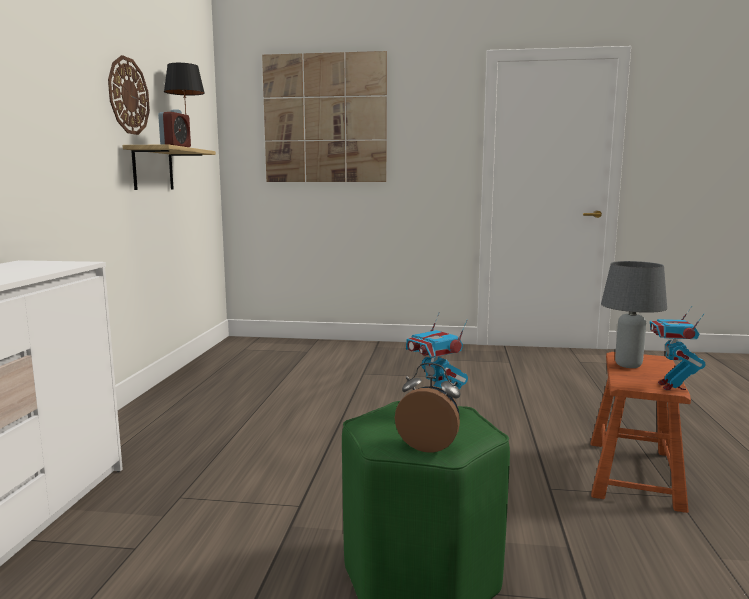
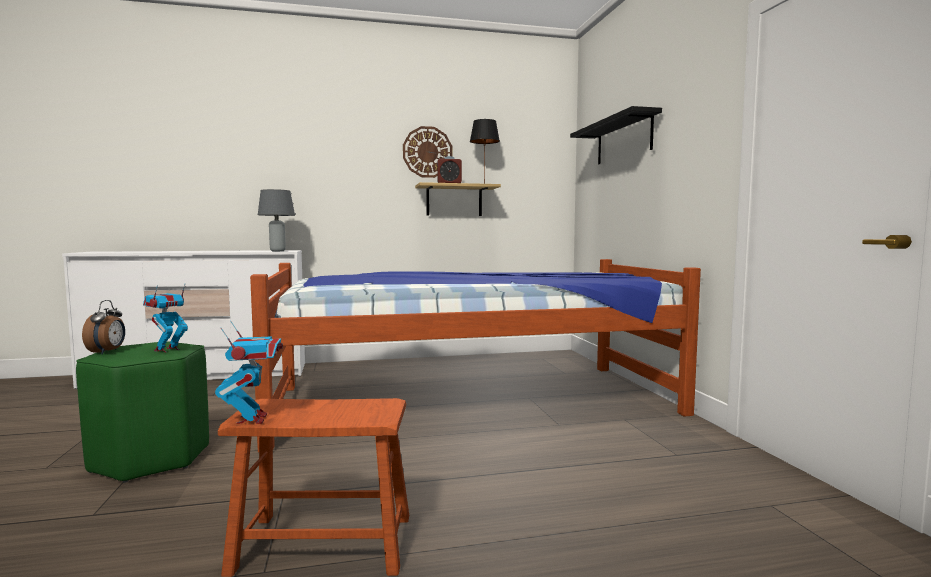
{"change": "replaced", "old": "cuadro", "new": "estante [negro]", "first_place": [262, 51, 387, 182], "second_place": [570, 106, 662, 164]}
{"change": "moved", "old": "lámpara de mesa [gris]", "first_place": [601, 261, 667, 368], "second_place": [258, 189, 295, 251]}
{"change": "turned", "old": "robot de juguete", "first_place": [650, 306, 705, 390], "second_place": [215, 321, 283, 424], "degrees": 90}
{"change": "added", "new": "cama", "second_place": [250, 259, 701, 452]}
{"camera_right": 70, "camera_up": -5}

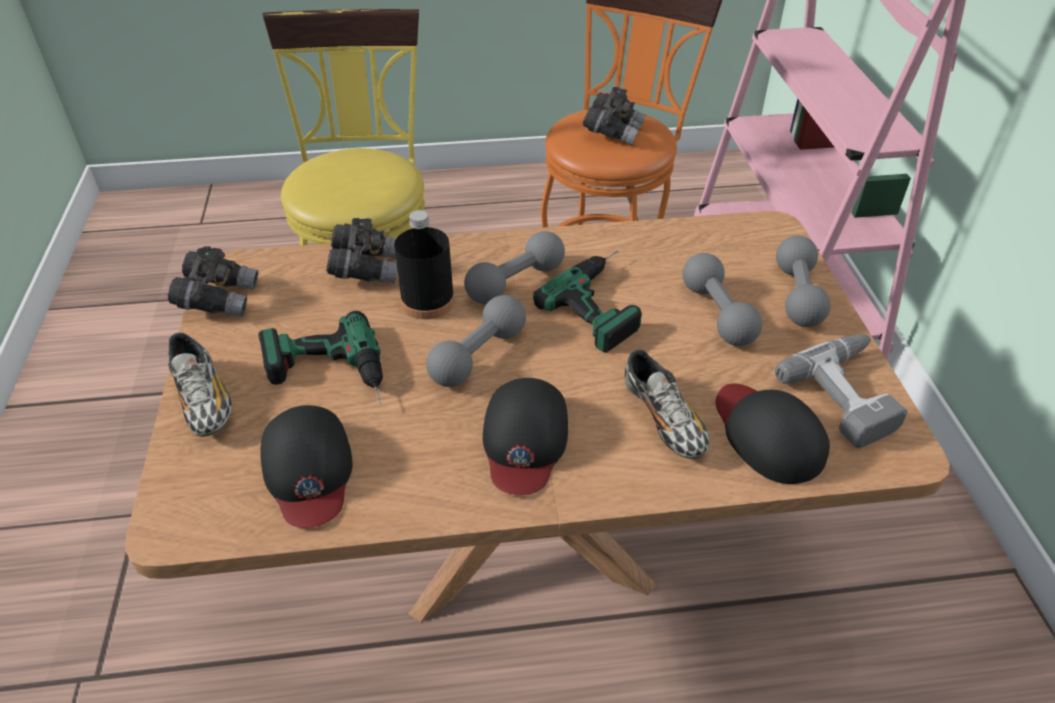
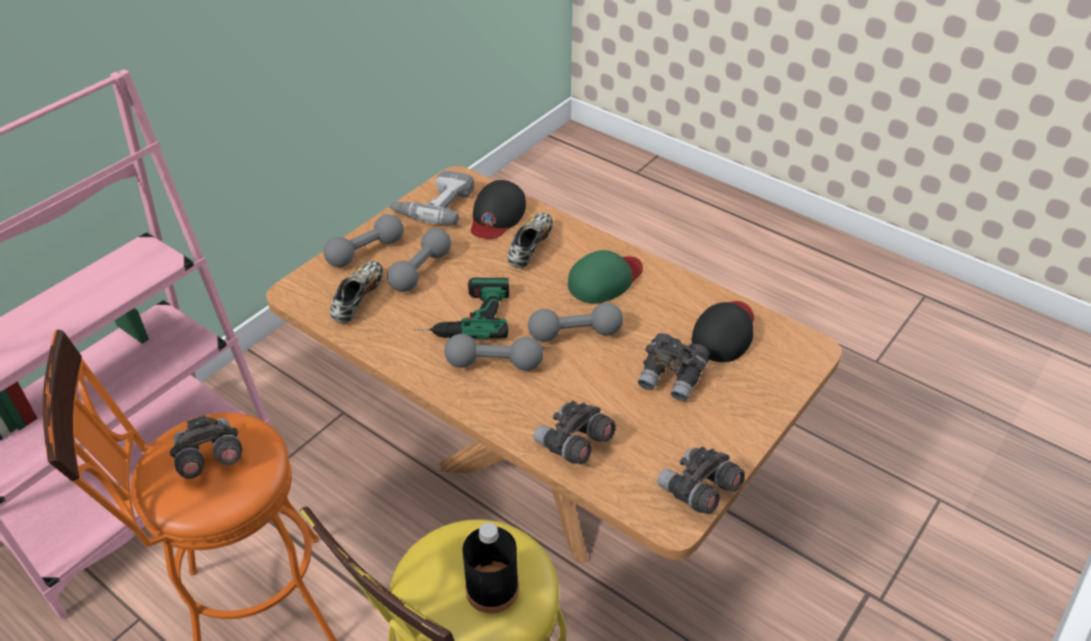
{"change": "moved", "old": "zapato", "first_place": [168, 332, 232, 437], "second_place": [330, 261, 383, 323]}
{"change": "replaced", "old": "taladro", "new": "prismáticos [gris]", "first_place": [258, 311, 383, 404], "second_place": [638, 333, 709, 401]}
{"change": "moved", "old": "botella [negro]", "first_place": [394, 210, 455, 319], "second_place": [462, 522, 519, 613]}
{"change": "recoloured", "old": "gorra [negro]", "new": "gorra [verde]", "first_place": [483, 378, 568, 495], "second_place": [568, 250, 643, 304]}
{"camera_right": -135, "camera_up": 0}

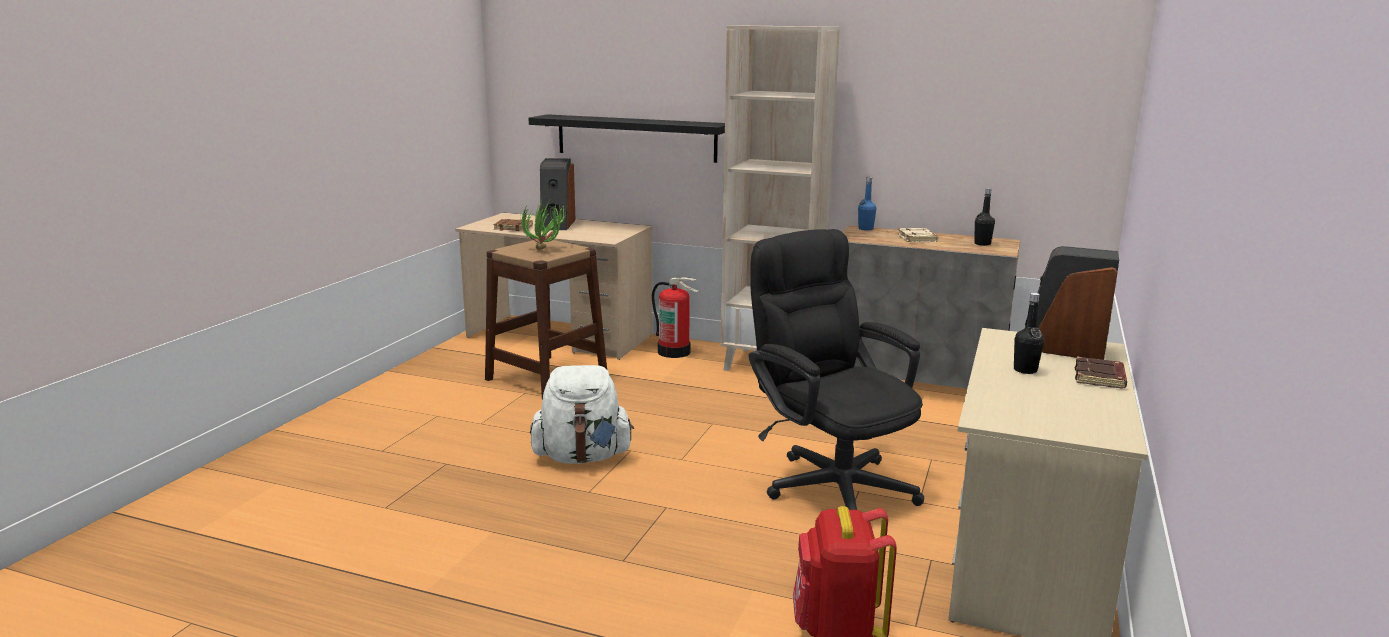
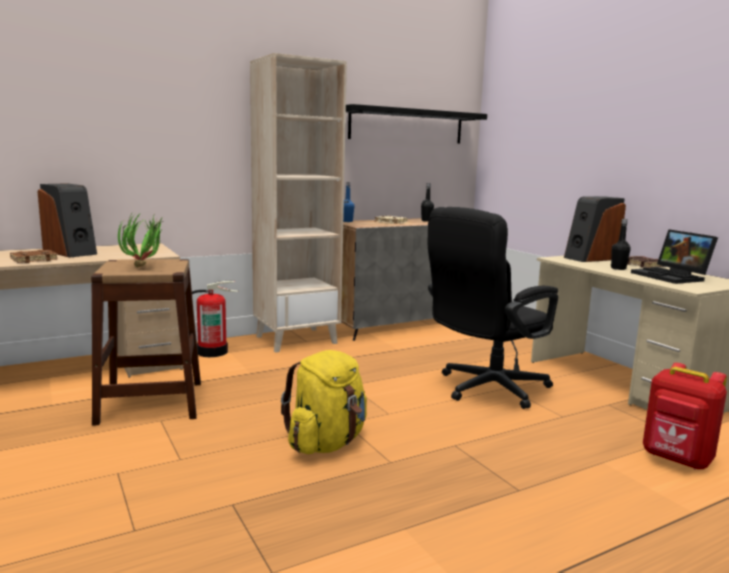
{"change": "moved", "old": "estante [negro]", "first_place": [528, 114, 725, 163], "second_place": [346, 104, 487, 144]}
{"change": "recoloured", "old": "mochila [blanco]", "new": "mochila [amarillo]", "first_place": [530, 365, 634, 464], "second_place": [281, 350, 367, 454]}
{"change": "turned", "old": "silla de oficina [negro]", "first_place": [748, 229, 924, 510], "second_place": [428, 207, 558, 409], "degrees": -45}
{"change": "added", "new": "portátil", "second_place": [631, 229, 718, 284]}
{"camera_right": -50, "camera_up": -5}

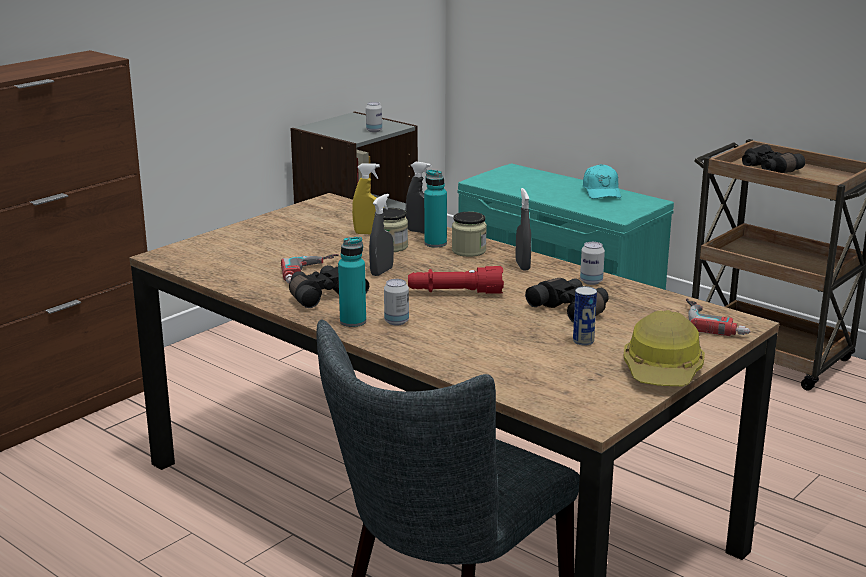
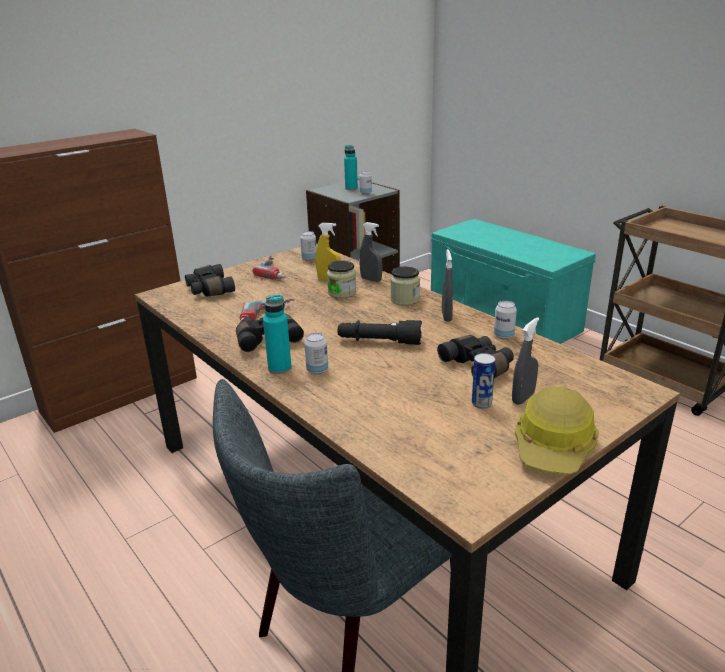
{"change": "moved", "old": "pulverizador [gris]", "first_place": [369, 194, 394, 276], "second_place": [512, 317, 540, 405]}
{"change": "recoloured", "old": "linterna [rojo]", "new": "linterna [negro]", "first_place": [408, 266, 504, 294], "second_place": [338, 320, 422, 345]}
{"change": "moved", "old": "botella [turquesa]", "first_place": [424, 170, 447, 248], "second_place": [344, 145, 358, 190]}
{"change": "removed", "old": "gorra [turquesa]", "first_place": [583, 164, 621, 199]}
{"change": "moved", "old": "taladro", "first_place": [686, 298, 751, 336], "second_place": [253, 256, 286, 280]}
{"change": "moved", "old": "prismáticos [negro]", "first_place": [742, 144, 805, 173], "second_place": [185, 264, 235, 296]}
{"change": "added", "new": "lata", "second_place": [300, 231, 317, 261]}
{"camera_right": 10, "camera_up": 5}

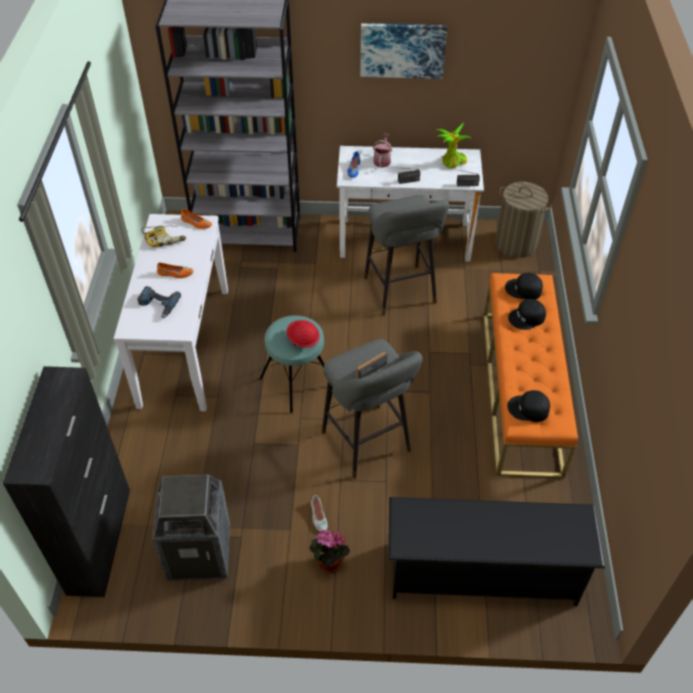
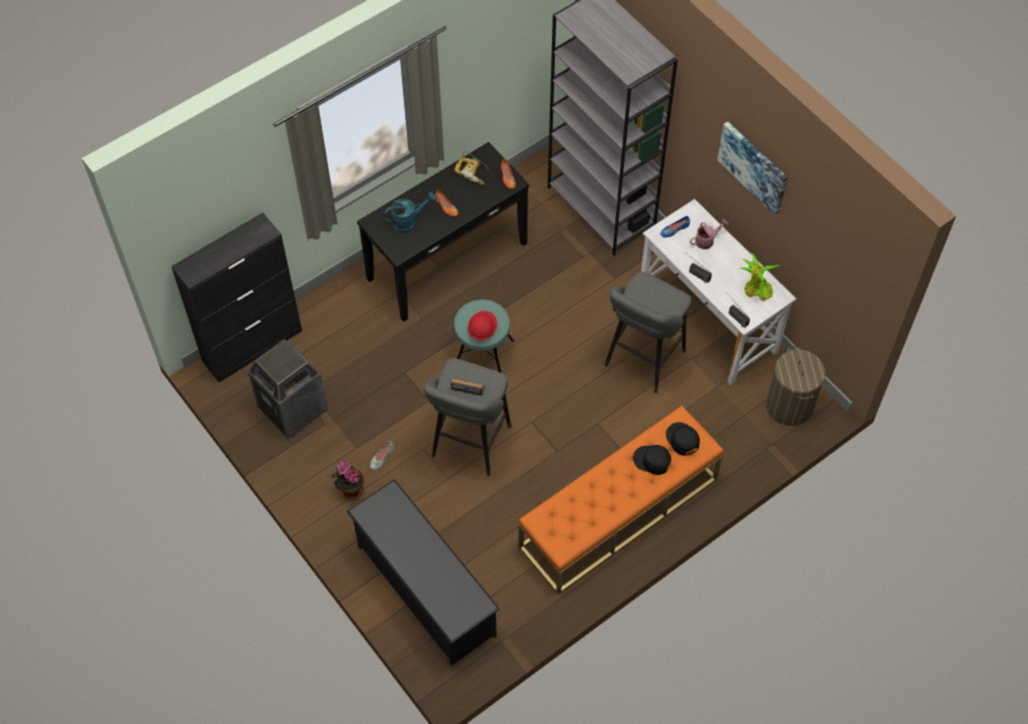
{"change": "recoloured", "old": "mesa consola [blanco]", "new": "mesa consola [negro]", "first_place": [113, 214, 228, 411], "second_place": [357, 142, 529, 322]}
{"change": "replaced", "old": "taladro", "new": "regadera [turquesa]", "first_place": [137, 286, 181, 319], "second_place": [384, 192, 437, 233]}
{"change": "removed", "old": "gorra [negro]", "first_place": [507, 390, 550, 422]}
{"camera_right": 50, "camera_up": 10}

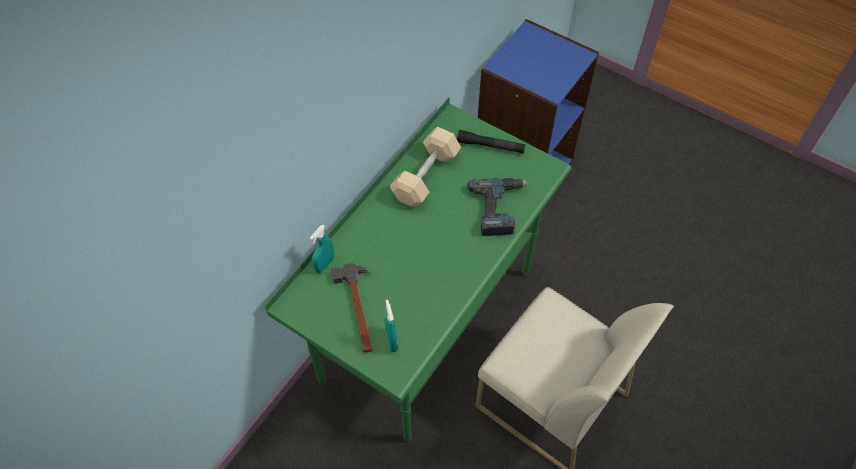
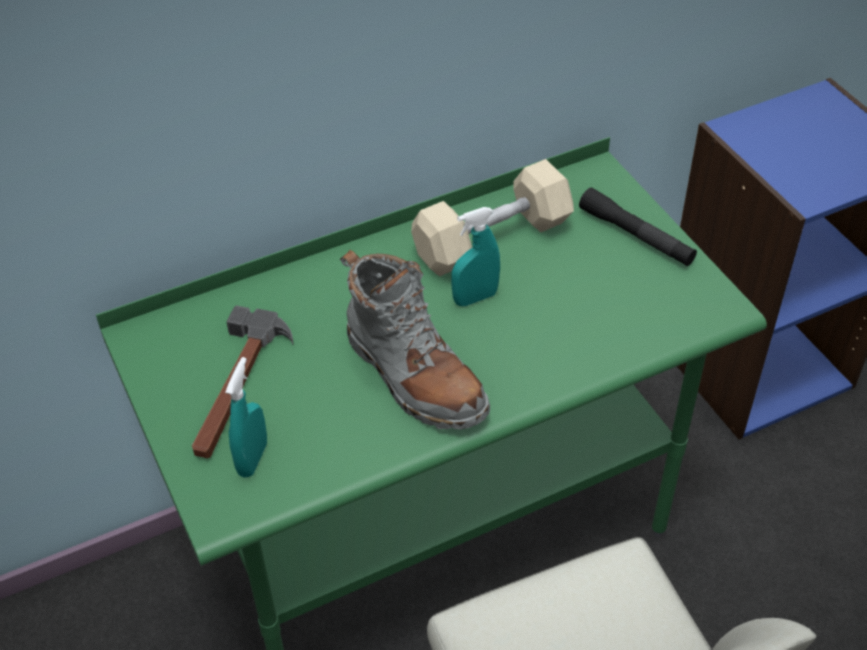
{"change": "moved", "old": "pulverizador [turquesa]", "first_place": [310, 225, 334, 273], "second_place": [451, 207, 500, 306]}
{"change": "removed", "old": "taladro", "first_place": [467, 178, 529, 236]}
{"change": "added", "new": "bota [gris]", "second_place": [340, 250, 490, 430]}
{"camera_right": 30, "camera_up": -10}

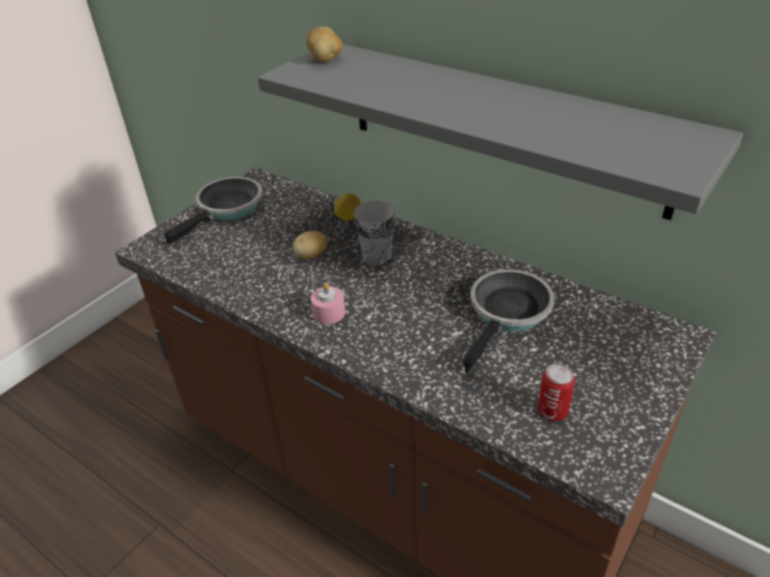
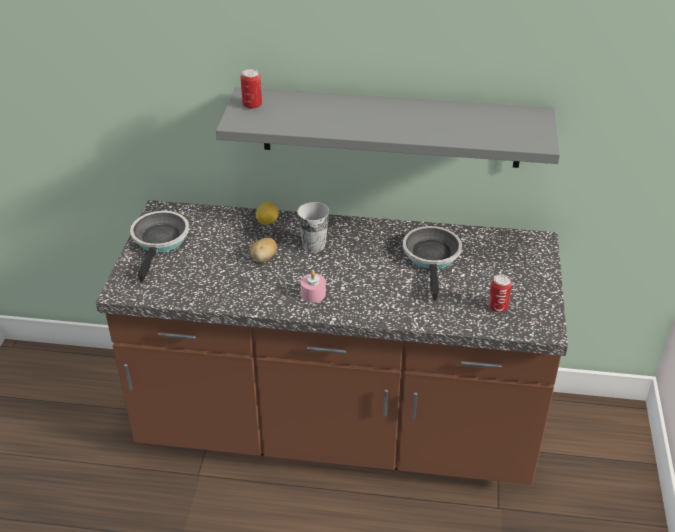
{"change": "replaced", "old": "patata", "new": "lata", "first_place": [306, 27, 343, 62], "second_place": [241, 69, 262, 109]}
{"camera_right": -30, "camera_up": 0}

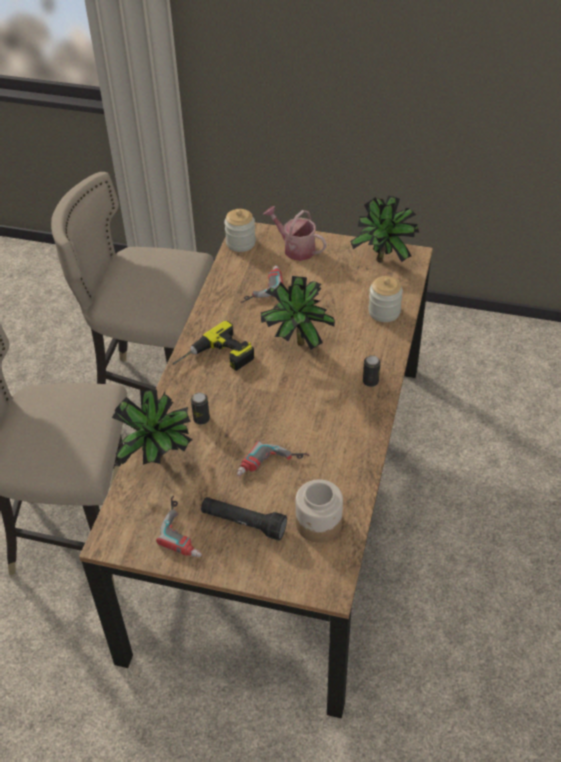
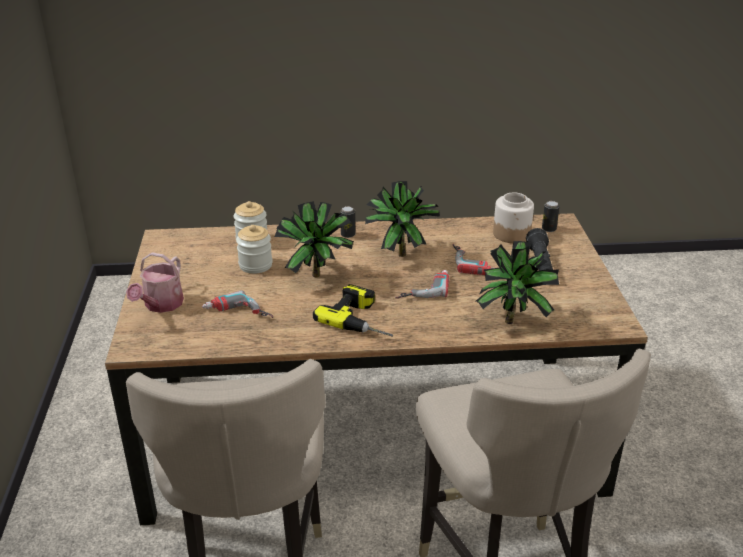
{"change": "moved", "old": "taladro", "first_place": [156, 495, 202, 558], "second_place": [395, 270, 449, 298]}
{"change": "moved", "old": "lata", "first_place": [191, 393, 210, 425], "second_place": [542, 201, 560, 232]}
{"change": "moved", "old": "tarro", "first_place": [224, 209, 256, 252], "second_place": [236, 225, 273, 274]}
{"change": "moved", "old": "planta en maceta", "first_place": [350, 195, 419, 262], "second_place": [365, 181, 440, 257]}
{"camera_right": -110, "camera_up": -15}

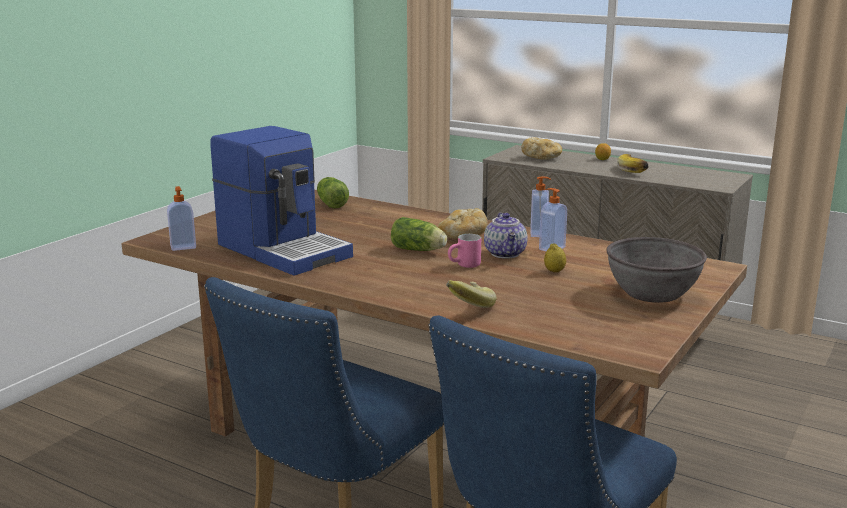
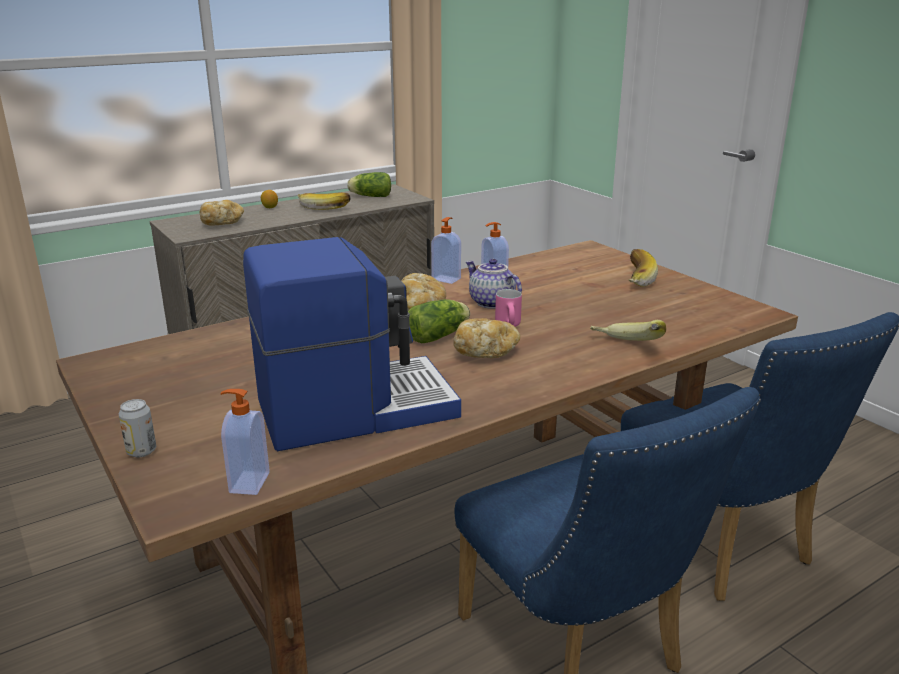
{"change": "moved", "old": "lechuga", "first_place": [317, 177, 349, 209], "second_place": [347, 172, 391, 197]}
{"change": "turned", "old": "tetera", "first_place": [484, 213, 527, 258], "second_place": [466, 259, 522, 309], "degrees": -150}
{"change": "removed", "old": "limón", "first_place": [544, 243, 566, 273]}
{"change": "replaced", "old": "cuenco [gris]", "new": "plátano", "first_place": [606, 237, 707, 303], "second_place": [628, 249, 658, 287]}
{"change": "added", "new": "lata", "second_place": [119, 399, 156, 457]}
{"change": "added", "new": "pan", "second_place": [453, 318, 520, 358]}
{"camera_right": -65, "camera_up": 5}

